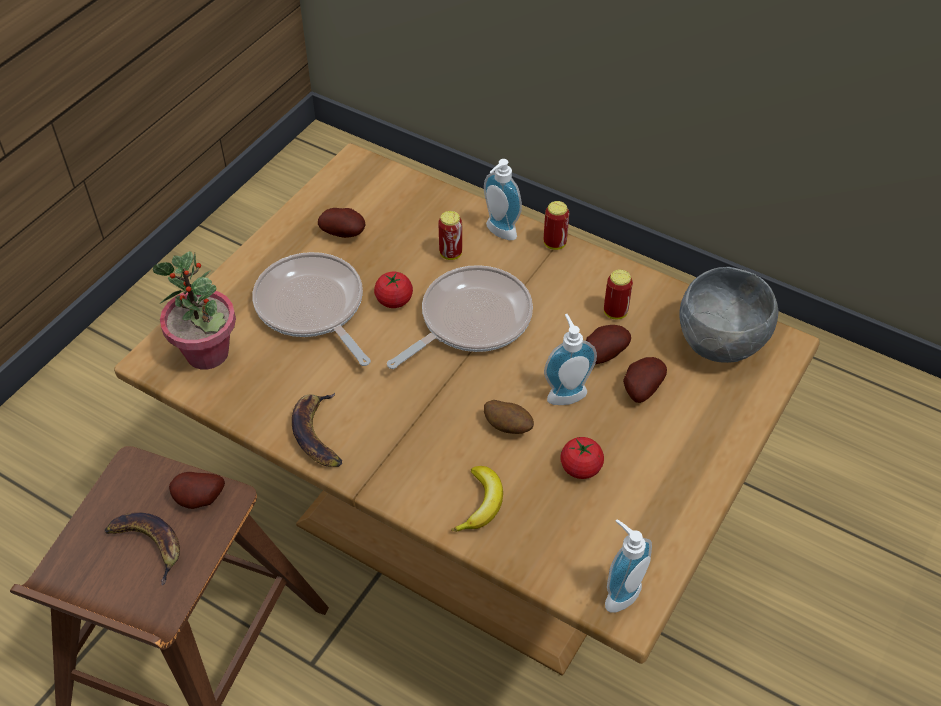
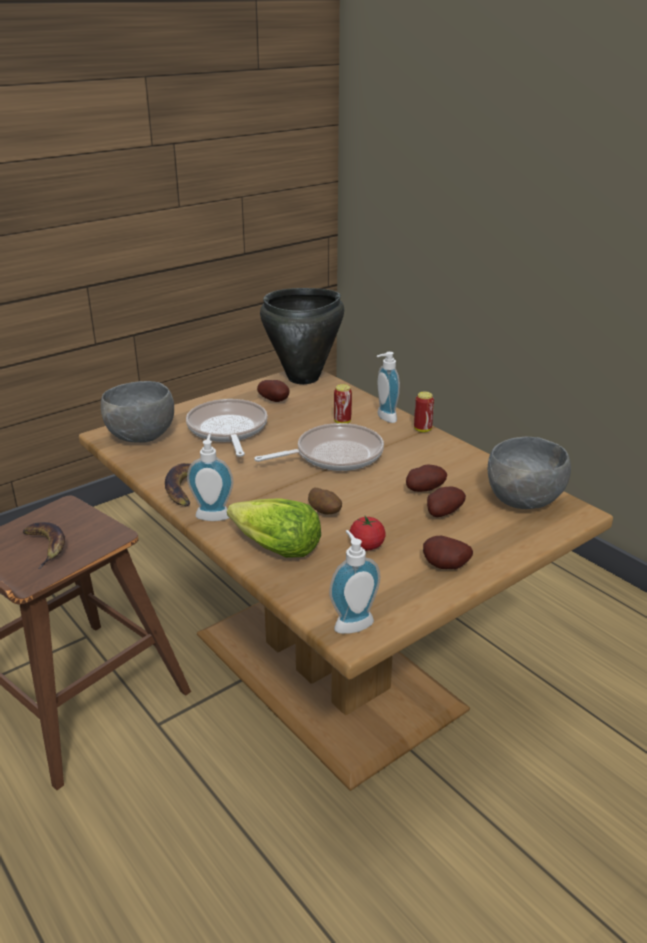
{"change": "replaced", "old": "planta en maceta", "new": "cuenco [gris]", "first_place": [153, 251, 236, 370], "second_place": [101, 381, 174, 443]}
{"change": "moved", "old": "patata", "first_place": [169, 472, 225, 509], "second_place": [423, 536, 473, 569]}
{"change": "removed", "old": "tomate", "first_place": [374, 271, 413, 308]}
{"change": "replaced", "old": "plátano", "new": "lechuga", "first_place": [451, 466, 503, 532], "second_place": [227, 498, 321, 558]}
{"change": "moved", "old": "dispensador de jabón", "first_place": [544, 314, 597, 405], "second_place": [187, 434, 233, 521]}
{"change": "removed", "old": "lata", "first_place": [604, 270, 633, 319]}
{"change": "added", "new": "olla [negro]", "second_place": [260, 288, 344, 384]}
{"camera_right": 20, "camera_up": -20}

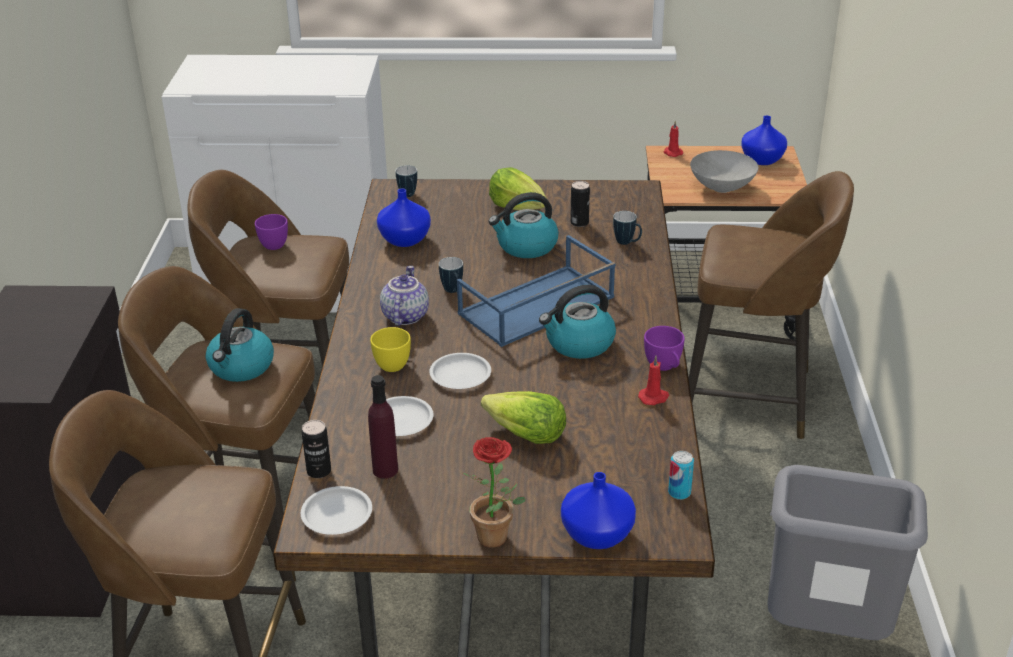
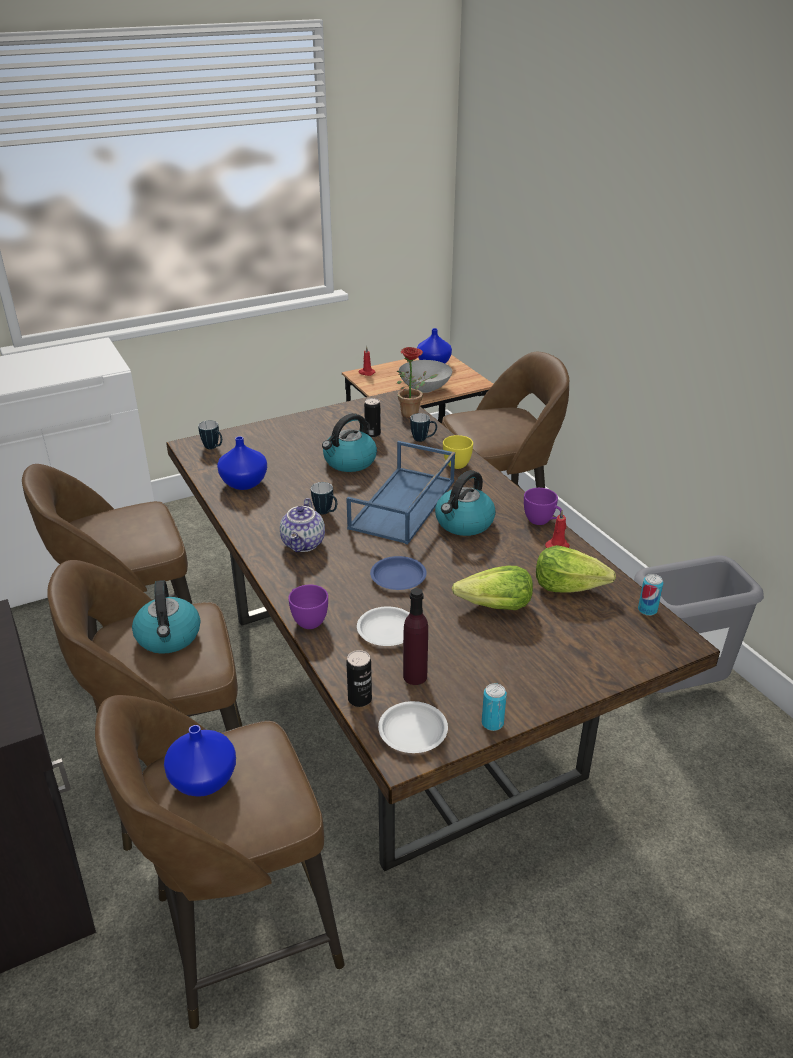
{"change": "moved", "old": "taza [morado]", "first_place": [255, 214, 288, 250], "second_place": [288, 585, 328, 629]}
{"change": "moved", "old": "taza [amarillo]", "first_place": [370, 327, 411, 372], "second_place": [443, 435, 473, 469]}
{"change": "turned", "old": "tetera", "first_place": [380, 266, 429, 326], "second_place": [280, 498, 325, 552], "degrees": -150}
{"change": "recoloured", "old": "plato [blanco]", "new": "plato [azul]", "first_place": [429, 353, 491, 389], "second_place": [370, 556, 427, 590]}
{"change": "moved", "old": "planta en maceta", "first_place": [463, 437, 526, 548], "second_place": [397, 347, 438, 418]}
{"change": "moved", "old": "lechuga", "first_place": [489, 167, 546, 210], "second_place": [536, 545, 616, 593]}
{"change": "moved", "old": "florero [azul]", "first_place": [561, 472, 636, 549], "second_place": [164, 725, 236, 797]}
{"change": "added", "new": "lata", "second_place": [482, 683, 507, 731]}
{"camera_right": -30, "camera_up": 0}

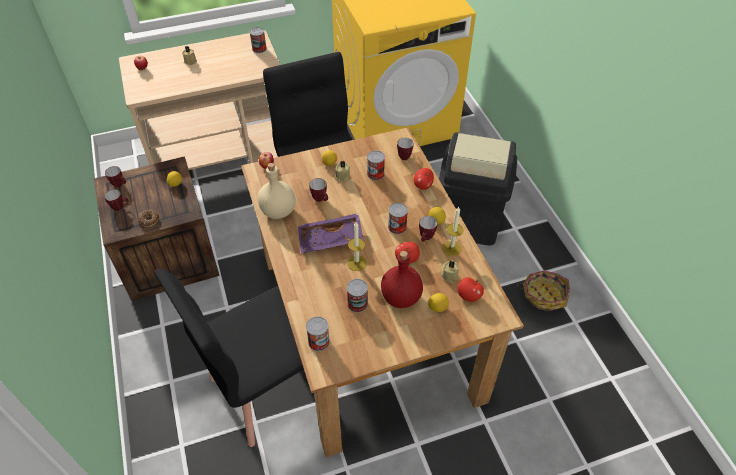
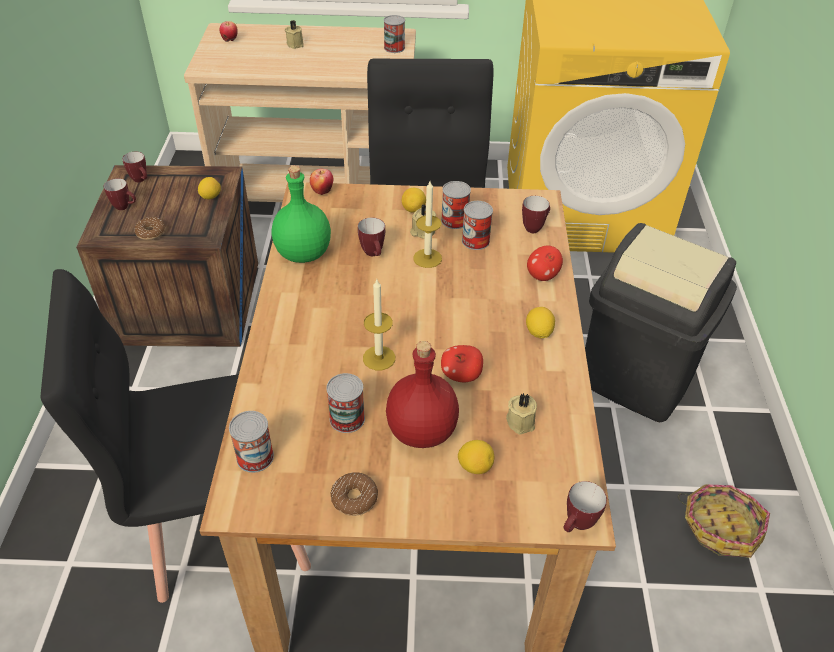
{"change": "recoloured", "old": "botella [beis]", "new": "botella [verde]", "first_place": [258, 163, 296, 219], "second_place": [272, 166, 331, 263]}
{"change": "removed", "old": "bandeja [morado]", "first_place": [298, 213, 364, 253]}
{"change": "moved", "old": "lata", "first_place": [388, 203, 408, 234], "second_place": [441, 181, 471, 229]}
{"change": "moved", "old": "taza grande", "first_place": [419, 216, 437, 242], "second_place": [564, 481, 607, 532]}
{"change": "moved", "old": "vela", "first_place": [442, 207, 463, 256], "second_place": [413, 181, 442, 268]}
{"change": "removed", "old": "manzana", "first_place": [458, 277, 484, 302]}
{"change": "added", "new": "rosquilla", "second_place": [331, 472, 378, 516]}
{"camera_right": 20, "camera_up": -5}

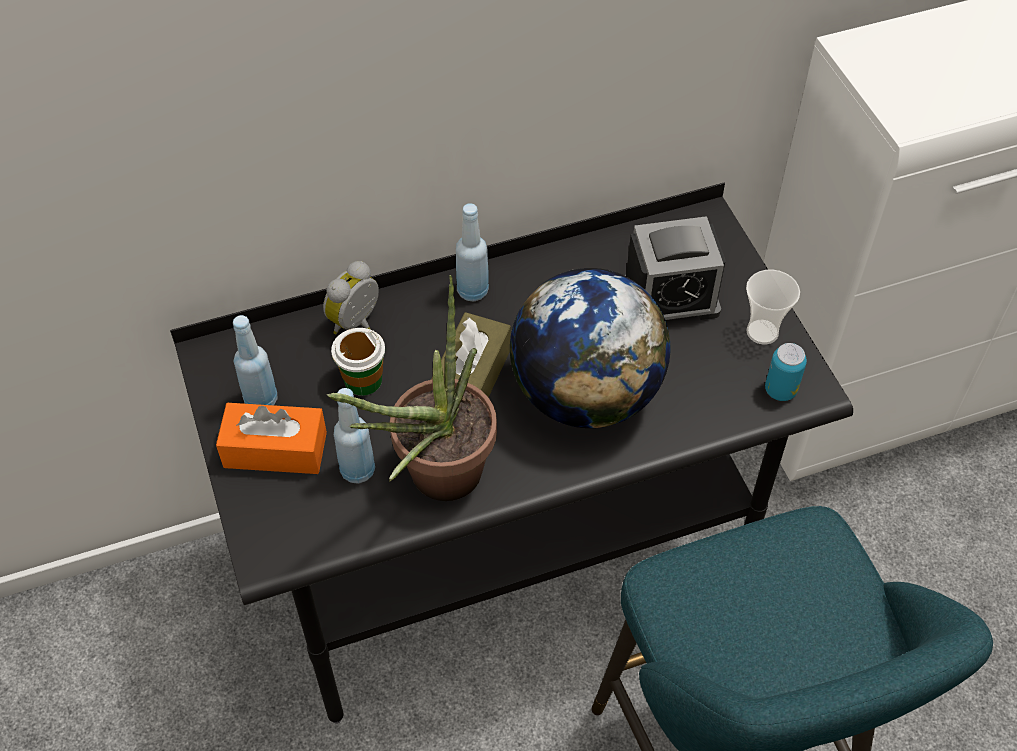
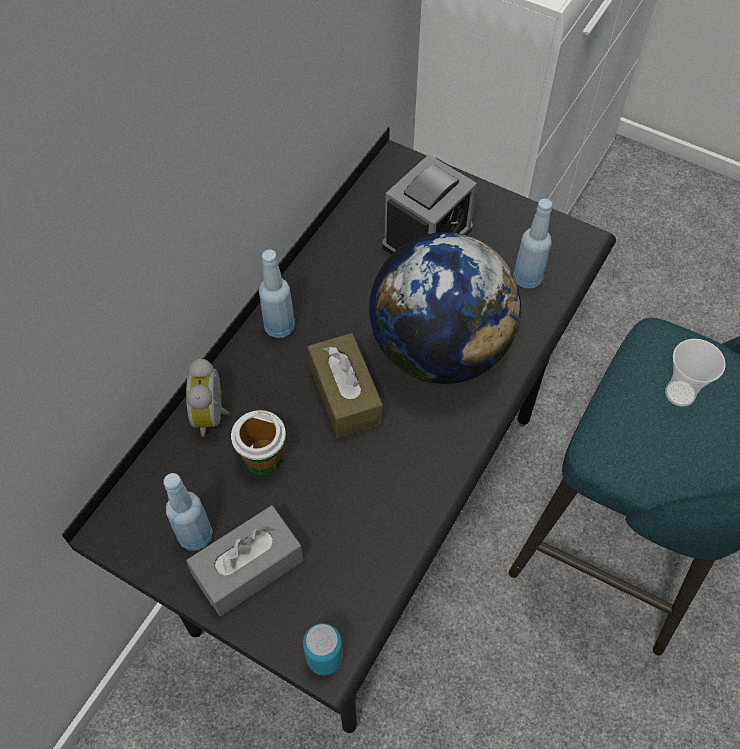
{"change": "recoloured", "old": "caja de pañuelos [naranja]", "new": "caja de pañuelos [gris]", "first_place": [216, 403, 327, 474], "second_place": [186, 505, 304, 616]}
{"change": "removed", "old": "planta en maceta", "first_place": [327, 275, 497, 501]}
{"change": "moved", "old": "botella [azul]", "first_place": [334, 388, 375, 484], "second_place": [513, 198, 552, 289]}
{"change": "moved", "old": "taza", "first_place": [746, 269, 800, 345], "second_place": [665, 339, 726, 407]}
{"change": "moved", "old": "lata", "first_place": [765, 343, 807, 401], "second_place": [303, 623, 343, 675]}
{"camera_right": -40, "camera_up": 5}

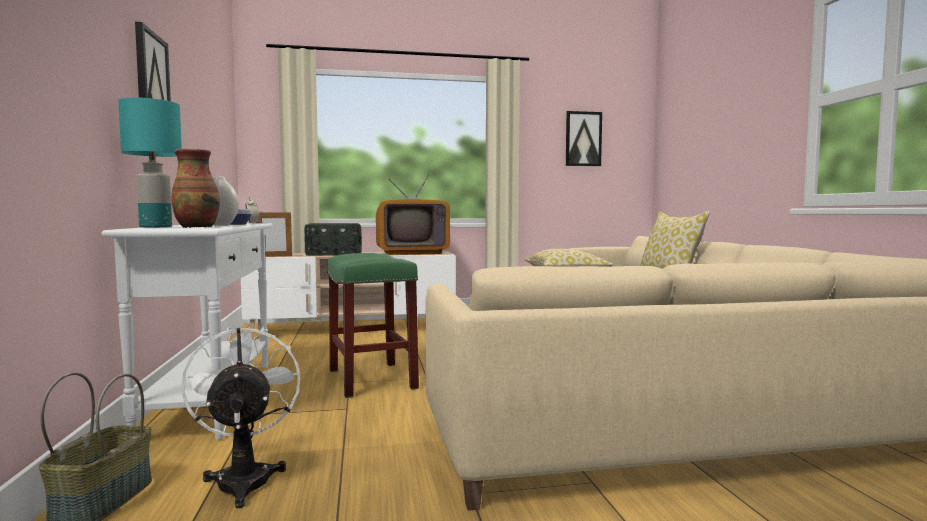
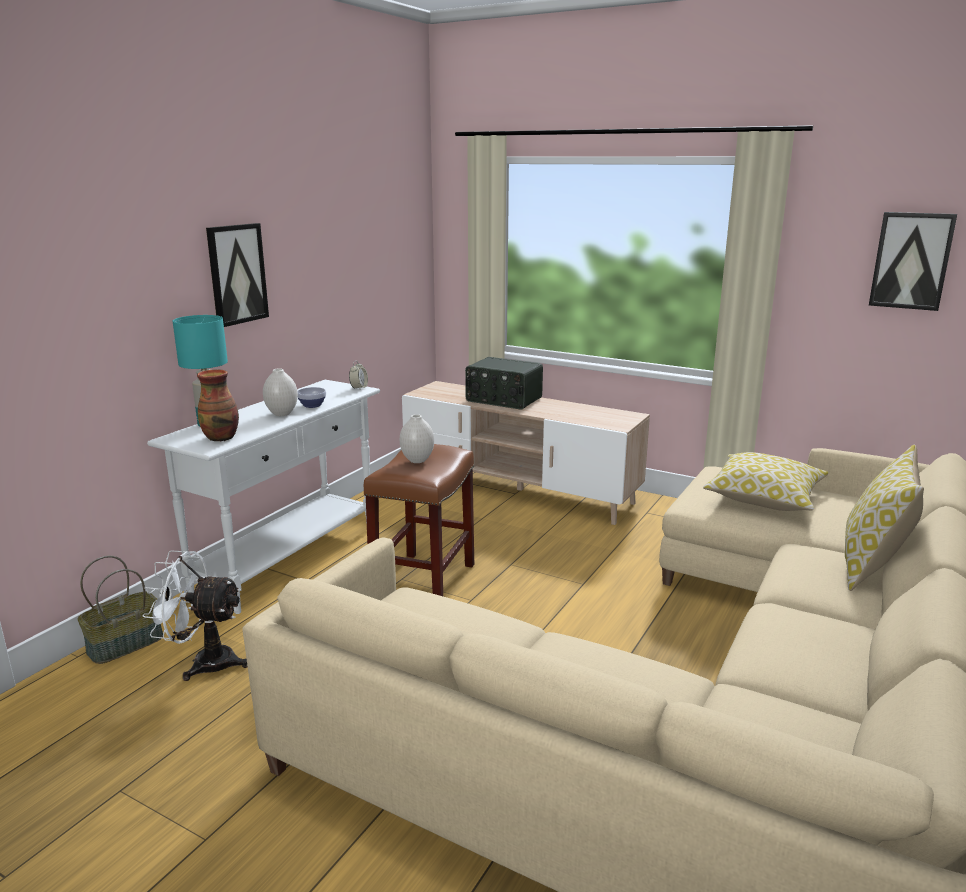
{"change": "turned", "old": "ventilador [blanco]", "first_place": [181, 327, 300, 508], "second_place": [143, 550, 248, 681], "degrees": -105}
{"change": "removed", "old": "portarretratos", "first_place": [256, 212, 292, 257]}
{"change": "recoloured", "old": "taburete [verde]", "new": "taburete [marrón]", "first_place": [327, 253, 419, 398], "second_place": [364, 444, 474, 596]}
{"change": "removed", "old": "televisor", "first_place": [376, 174, 450, 255]}
{"change": "added", "new": "florero [blanco]", "second_place": [400, 414, 434, 463]}
{"camera_right": 40, "camera_up": 15}

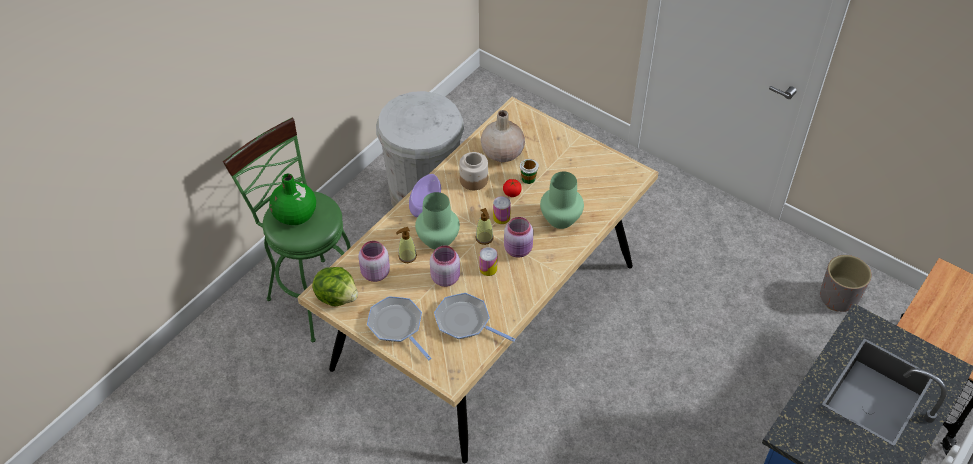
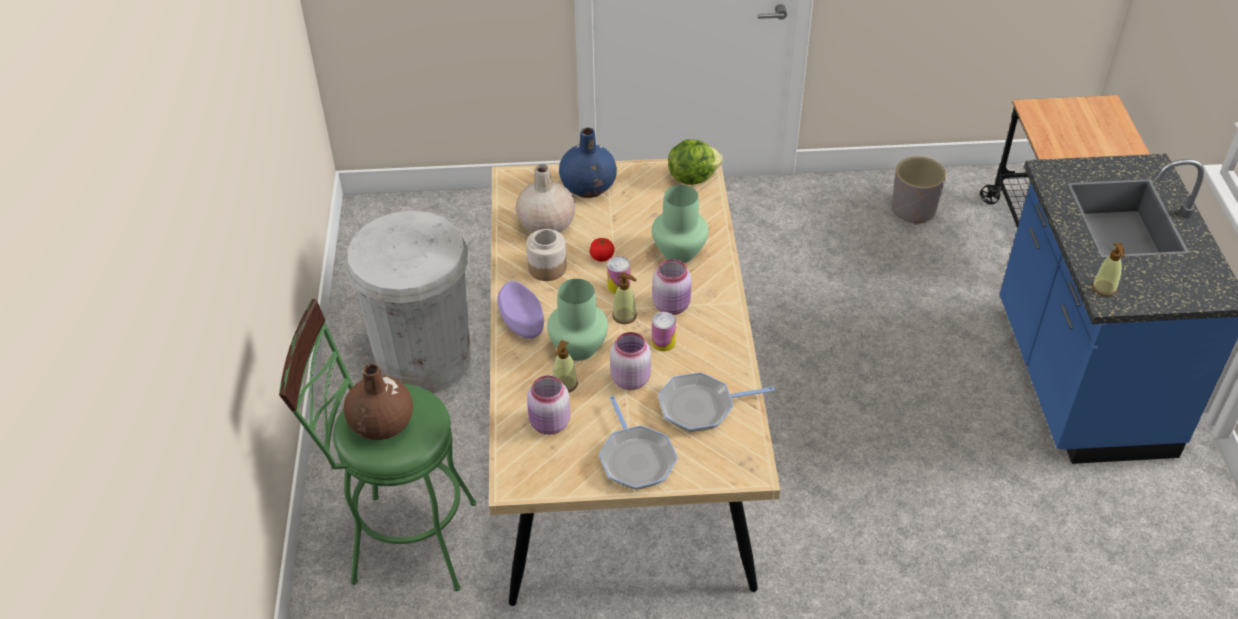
{"change": "recoloured", "old": "florero [verde]", "new": "florero [marrón]", "first_place": [269, 173, 316, 225], "second_place": [344, 364, 413, 440]}
{"change": "moved", "old": "lechuga", "first_place": [312, 267, 358, 306], "second_place": [668, 139, 723, 185]}
{"change": "turned", "old": "sartén", "first_place": [367, 296, 432, 360], "second_place": [599, 396, 678, 490], "degrees": -120}
{"change": "removed", "old": "taza", "first_place": [520, 159, 539, 184]}
{"change": "added", "new": "florero [azul]", "second_place": [559, 128, 617, 198]}
{"change": "added", "new": "dispensador de jabón", "second_place": [1092, 243, 1125, 296]}
{"camera_right": -40, "camera_up": -5}

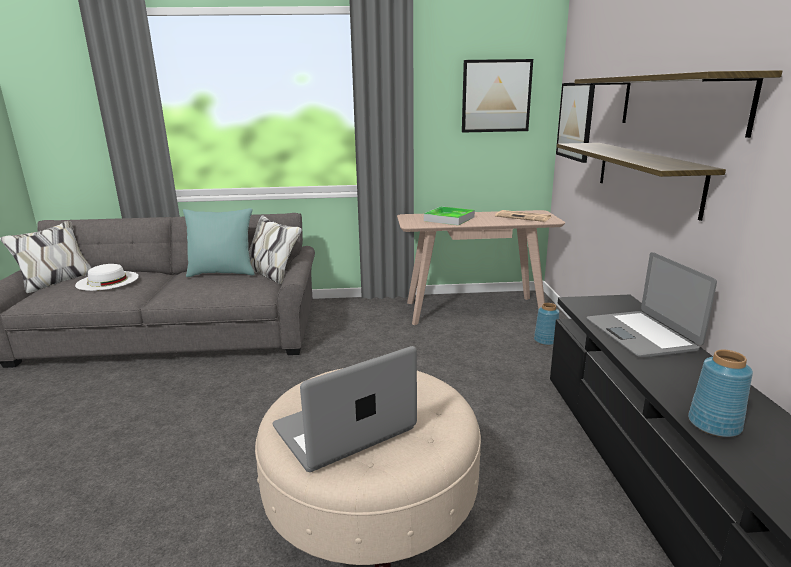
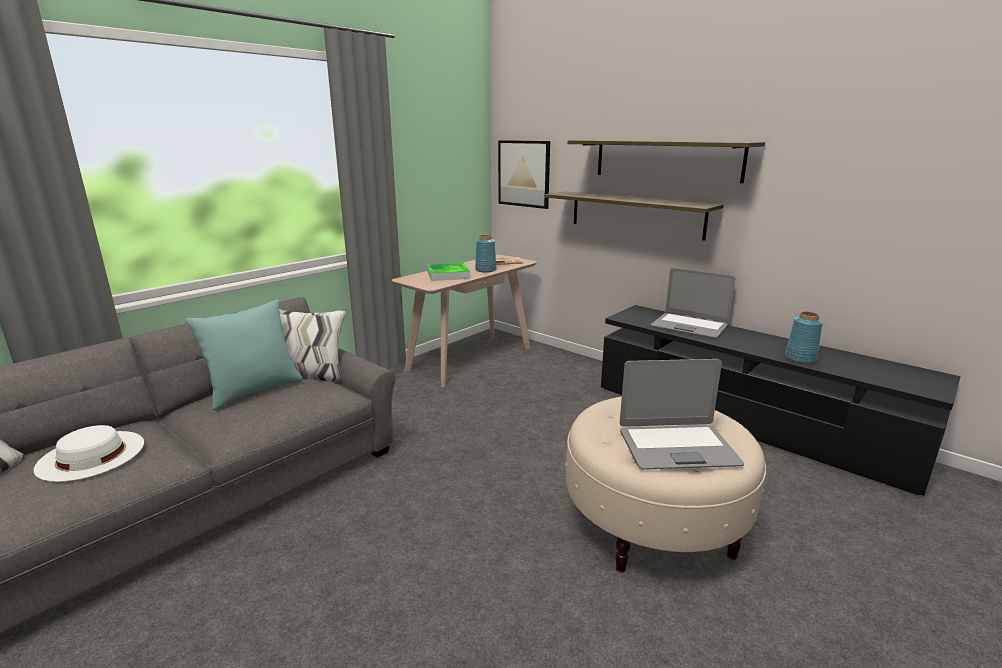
{"change": "turned", "old": "portátil", "first_place": [273, 346, 417, 472], "second_place": [620, 359, 744, 470], "degrees": -105}
{"change": "removed", "old": "cuadro", "first_place": [462, 59, 533, 133]}
{"change": "moved", "old": "florero [azul]", "first_place": [534, 303, 559, 345], "second_place": [475, 235, 497, 273]}
{"camera_right": -45, "camera_up": 0}

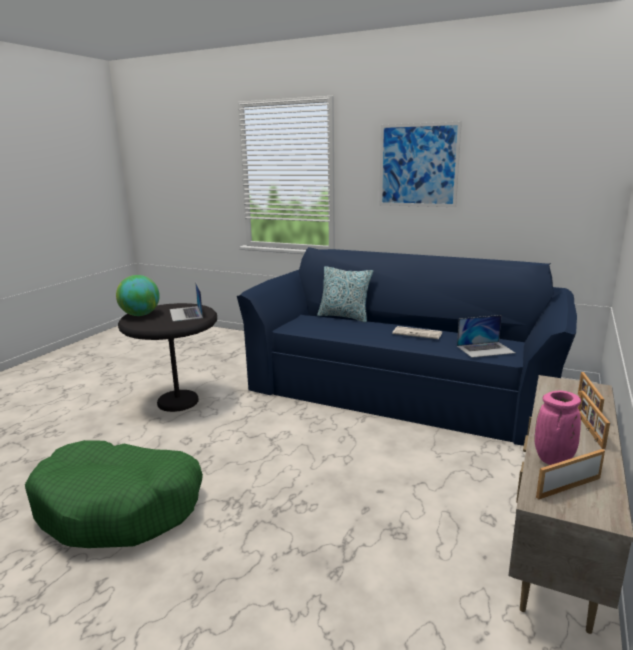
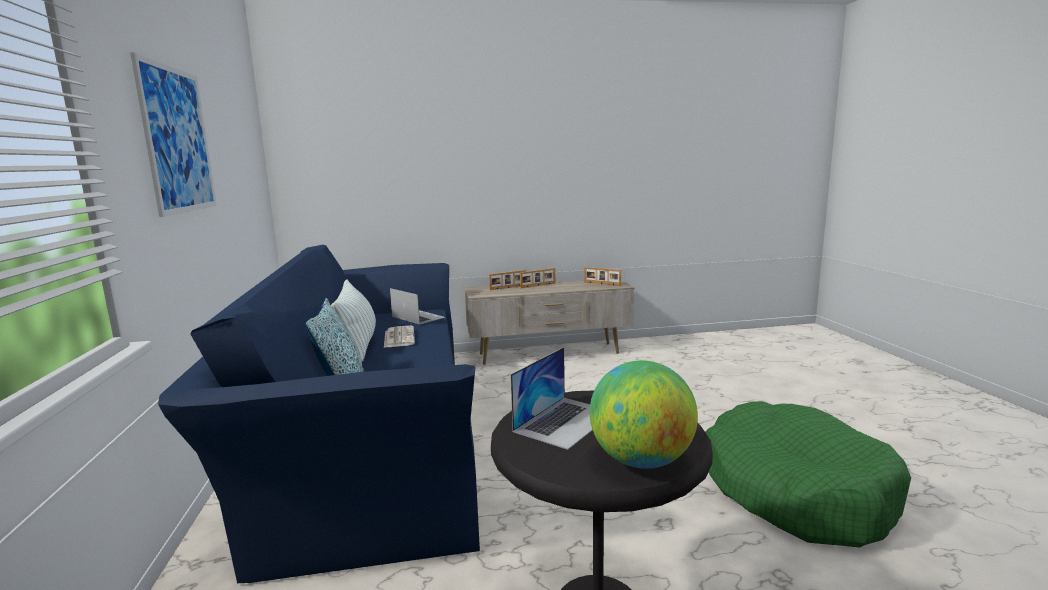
{"change": "removed", "old": "florero [rosa]", "first_place": [534, 391, 581, 465]}
{"change": "added", "new": "cojín", "second_place": [331, 279, 376, 361]}
{"camera_right": -125, "camera_up": -5}

